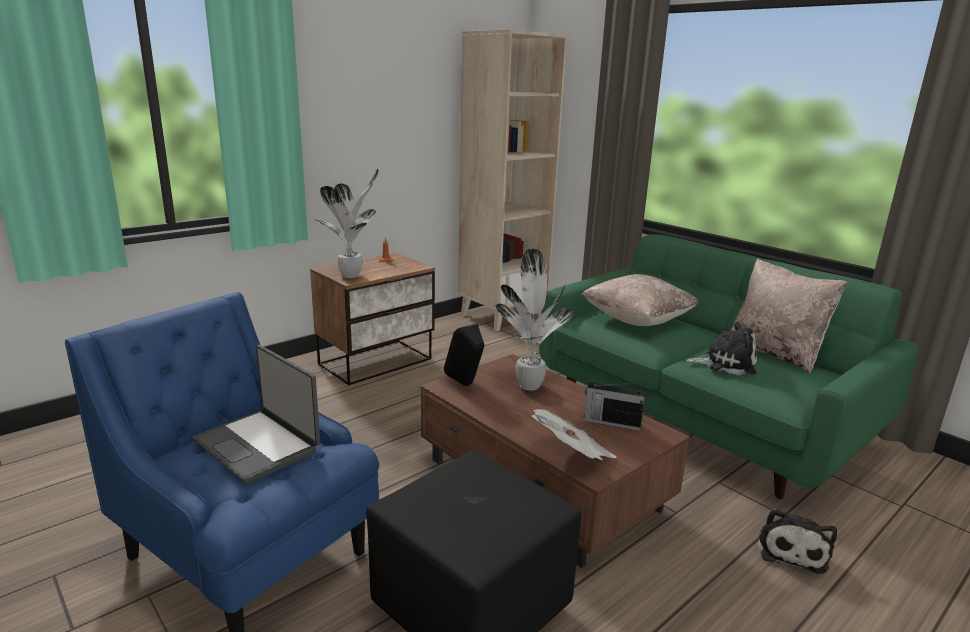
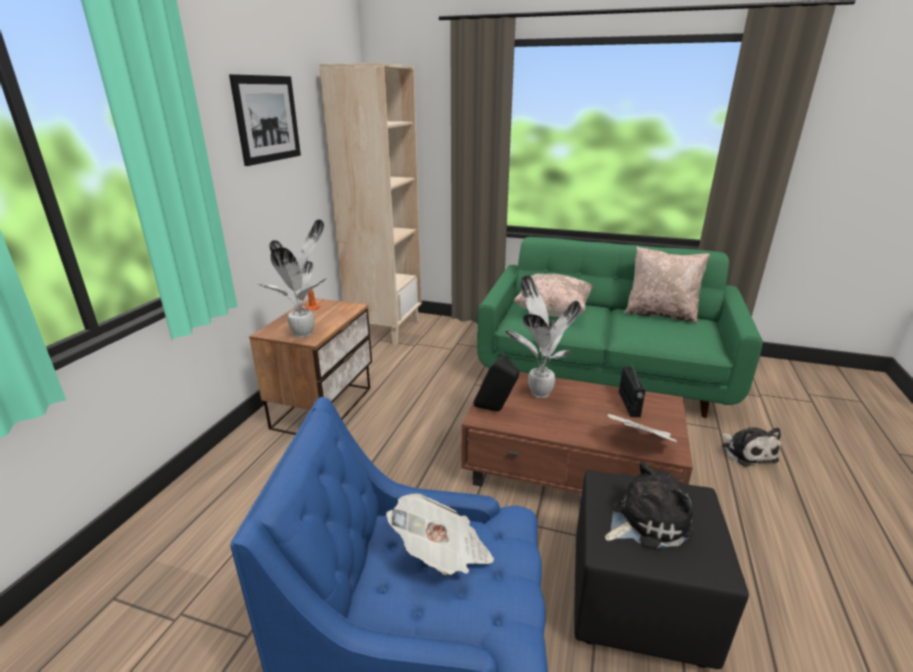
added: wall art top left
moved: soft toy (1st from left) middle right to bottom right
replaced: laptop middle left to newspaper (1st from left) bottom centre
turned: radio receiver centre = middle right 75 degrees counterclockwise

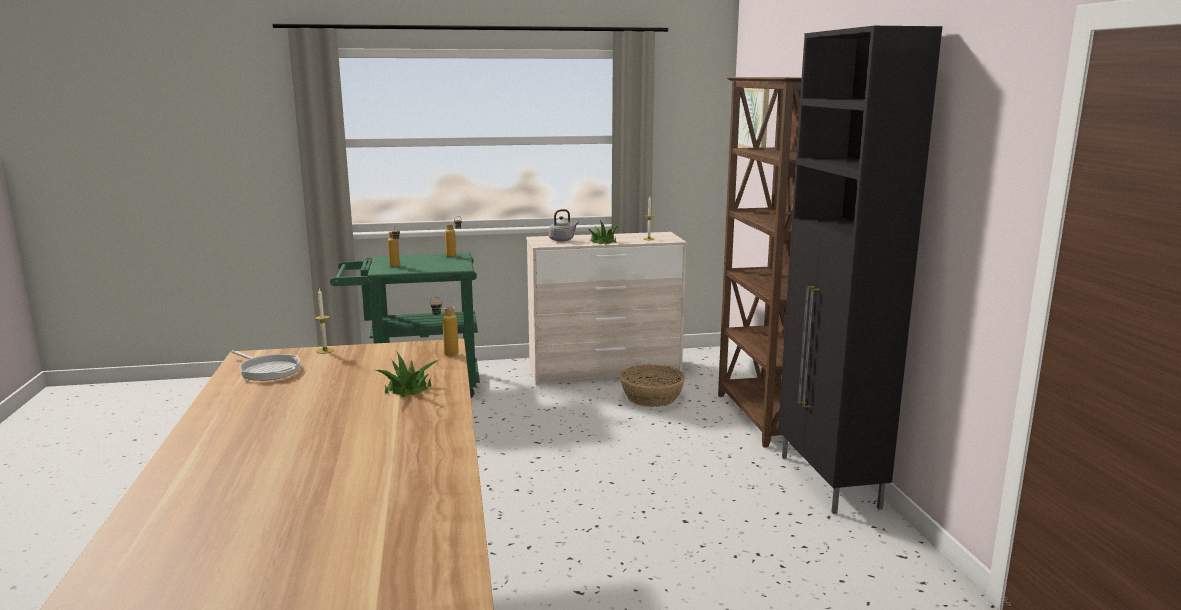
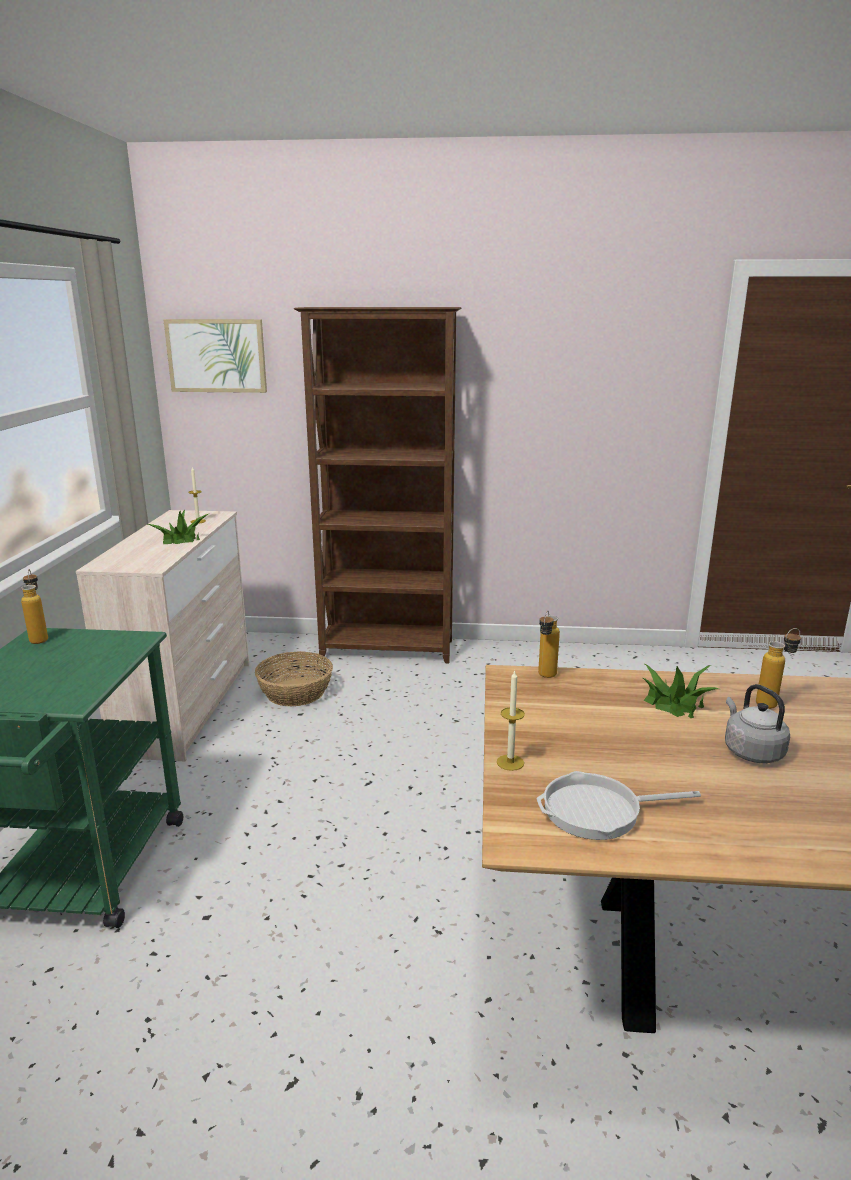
removed: blackish storage cabinet middle right
moved: bottle (1st from left in the first image) centre to bottle (3rd from left) middle right; greyish tea kettle centre to middle right
turned: skillet middle left = bottom right 150 degrees counterclockwise

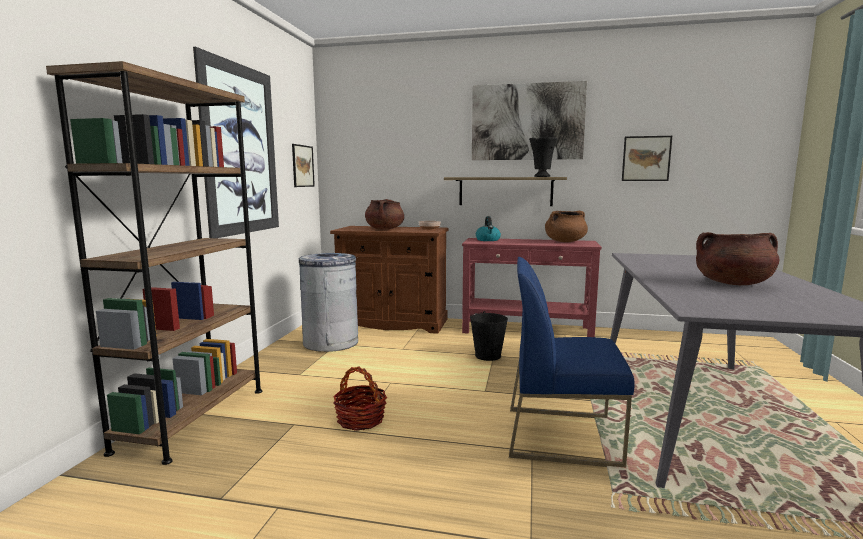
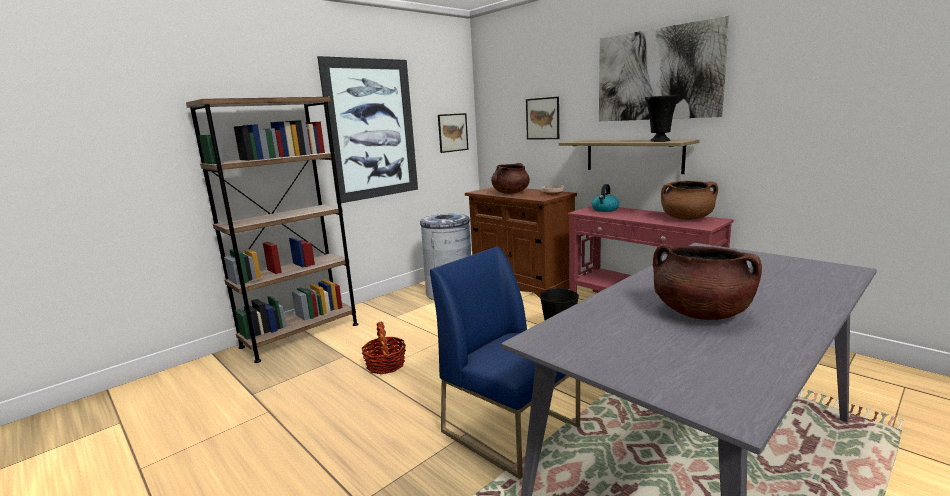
moved: wall art (4th from left in the first image) top right to wall art (3rd from left) top centre

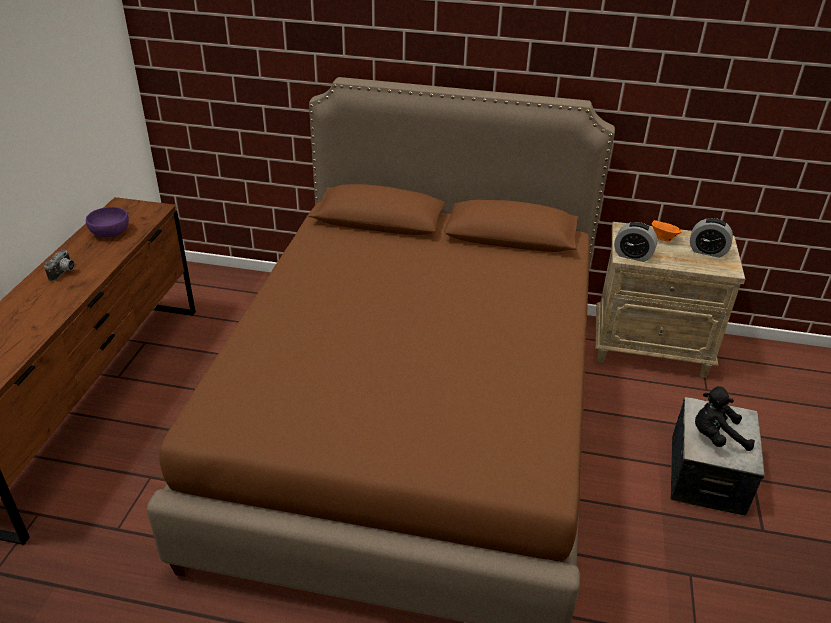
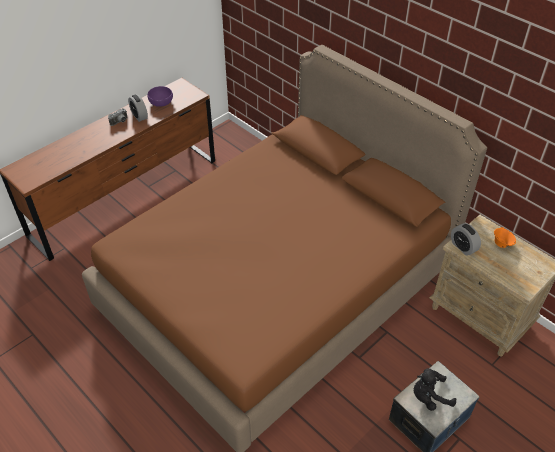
moved: alarm clock (2nd from left in the first image) middle right to alarm clock (1st from left) top left
turned: blackish soft toy bottom right = bottom right 45 degrees counterclockwise

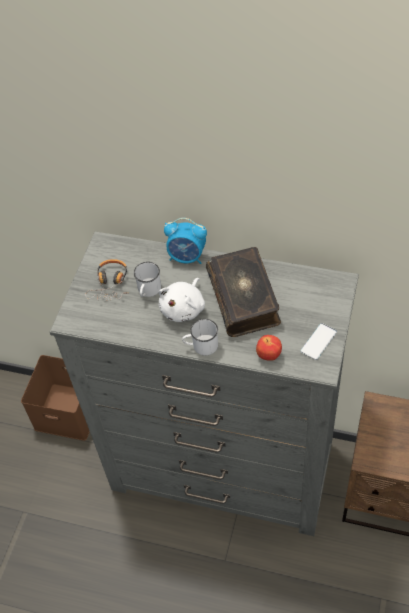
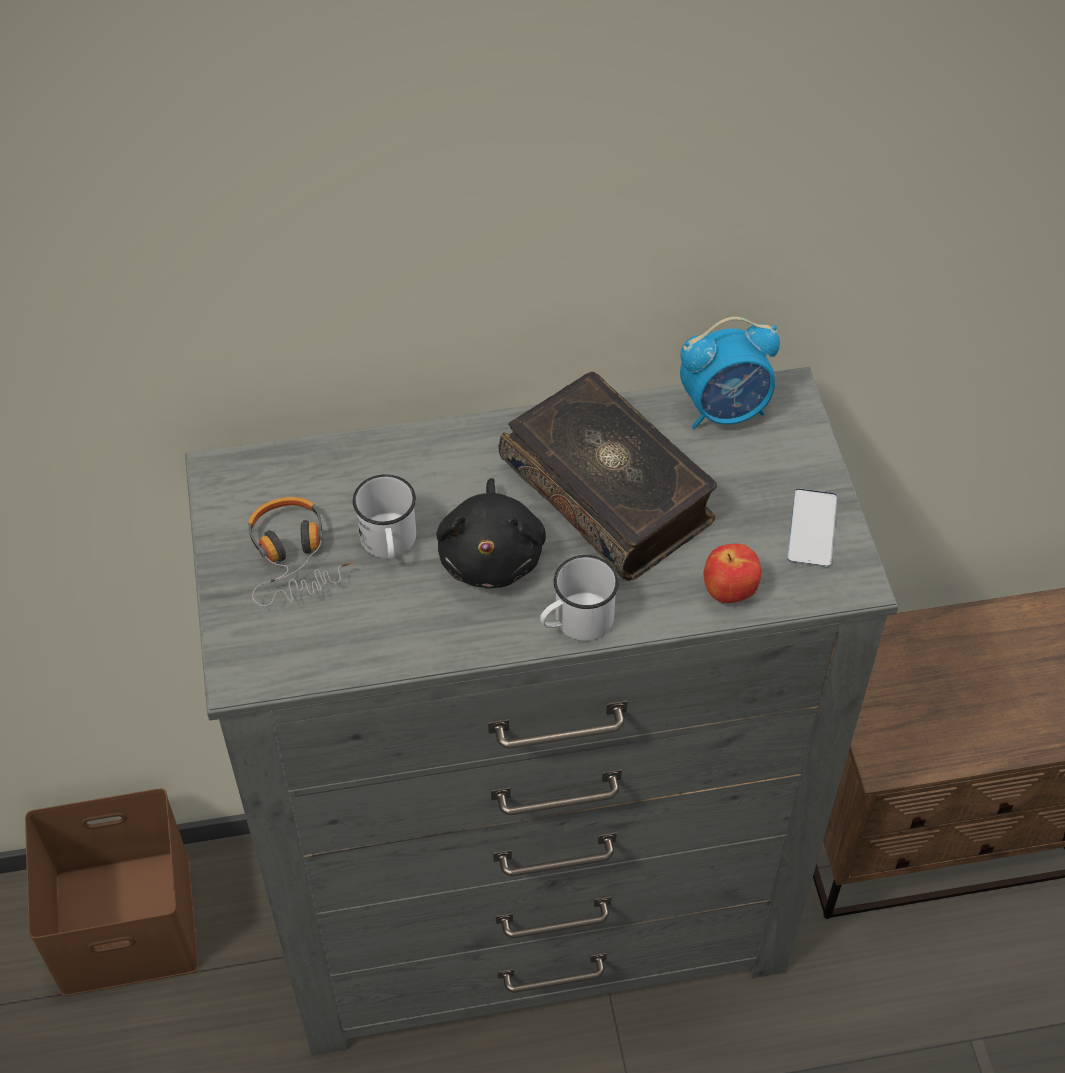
moved: alarm clock centre to middle right
recoloured: whitish soft toy centre to blackish soft toy centre

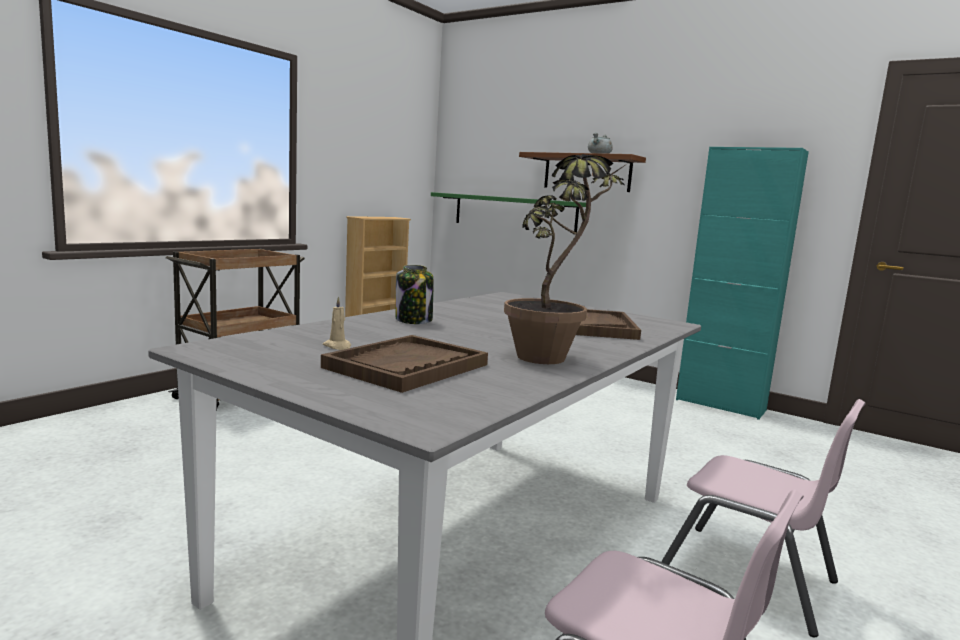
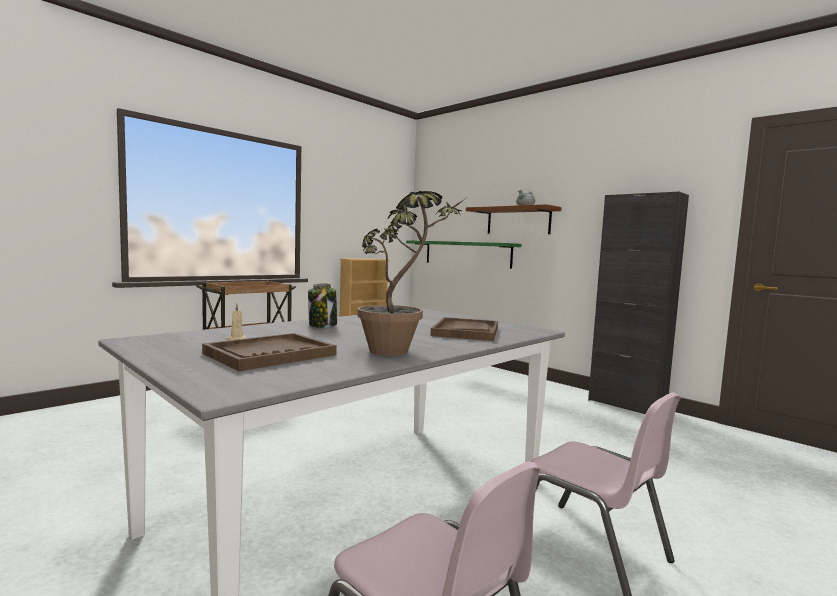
recoloured: turquoise-coloured storage cabinet middle right to blackish storage cabinet middle right

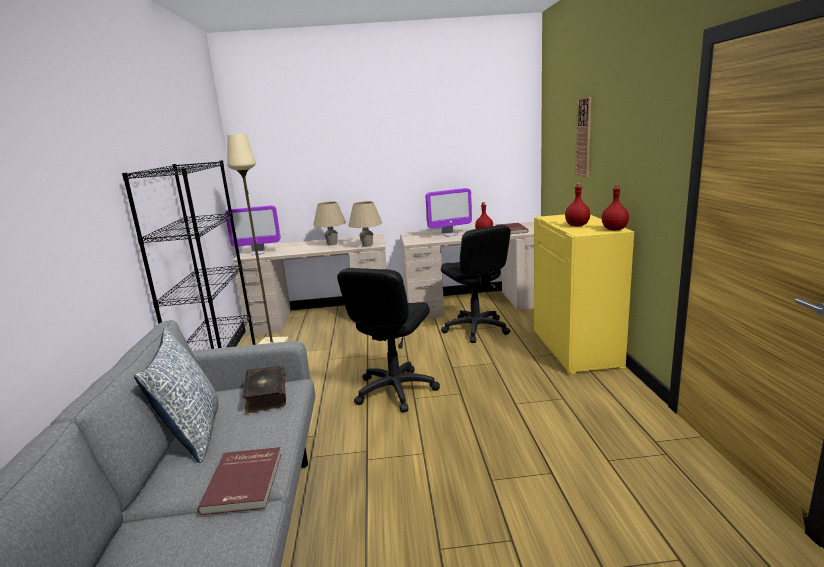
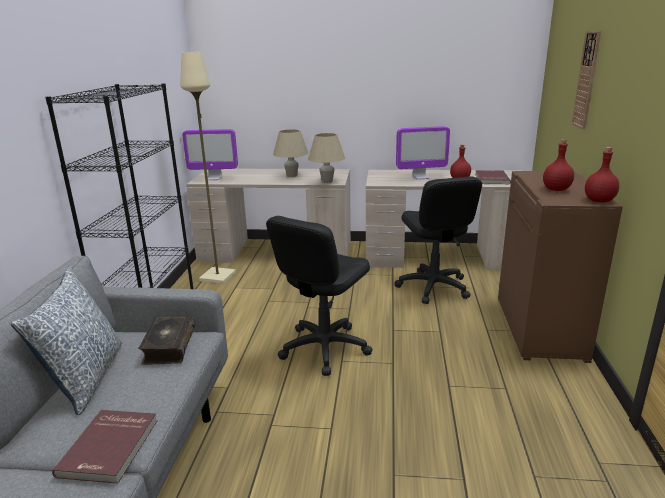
recoloured: yellow-coloured storage cabinet middle right to brown-coloured storage cabinet middle right

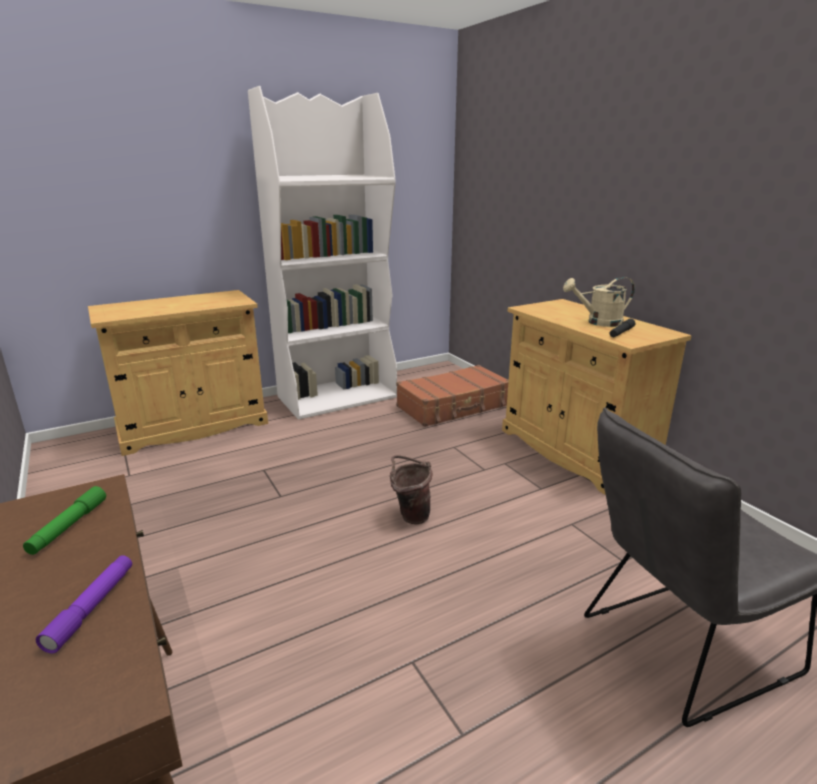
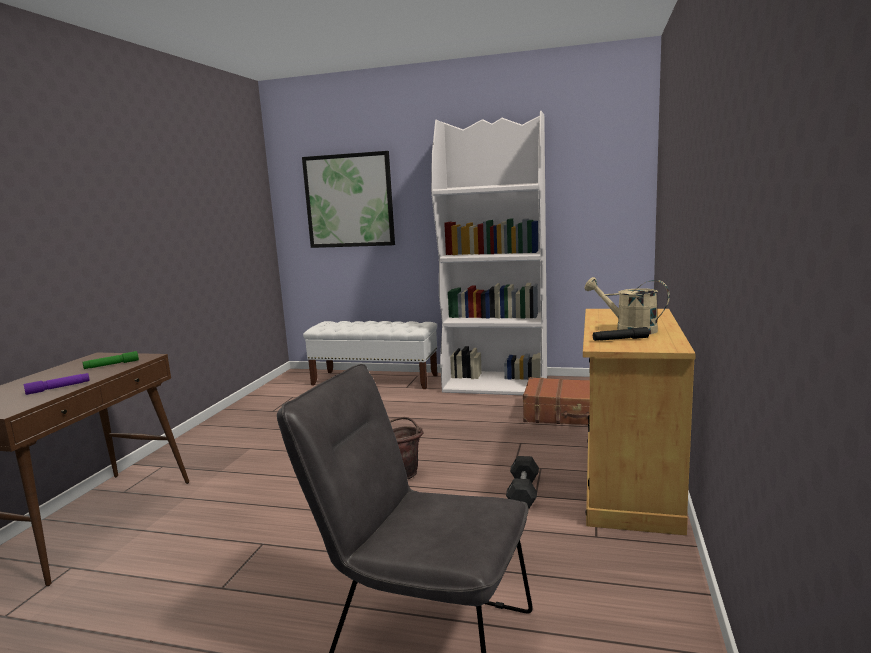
added: wall art top centre; blackish free weight bottom centre
replaced: beige storage cabinet (1st from left) middle left to whitish bench centre

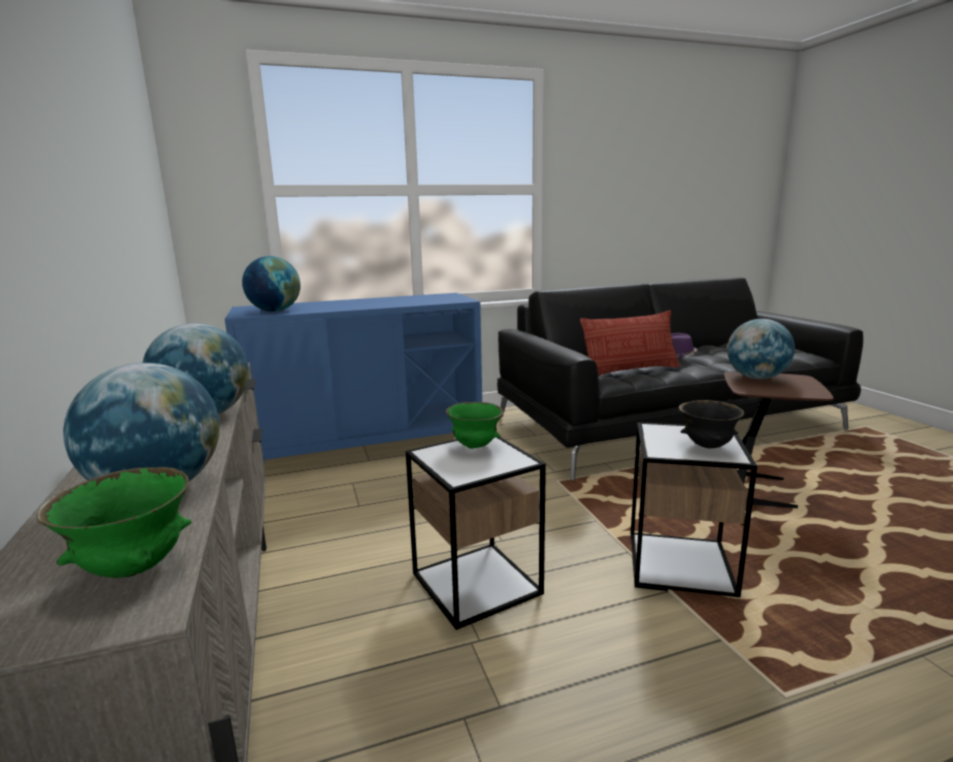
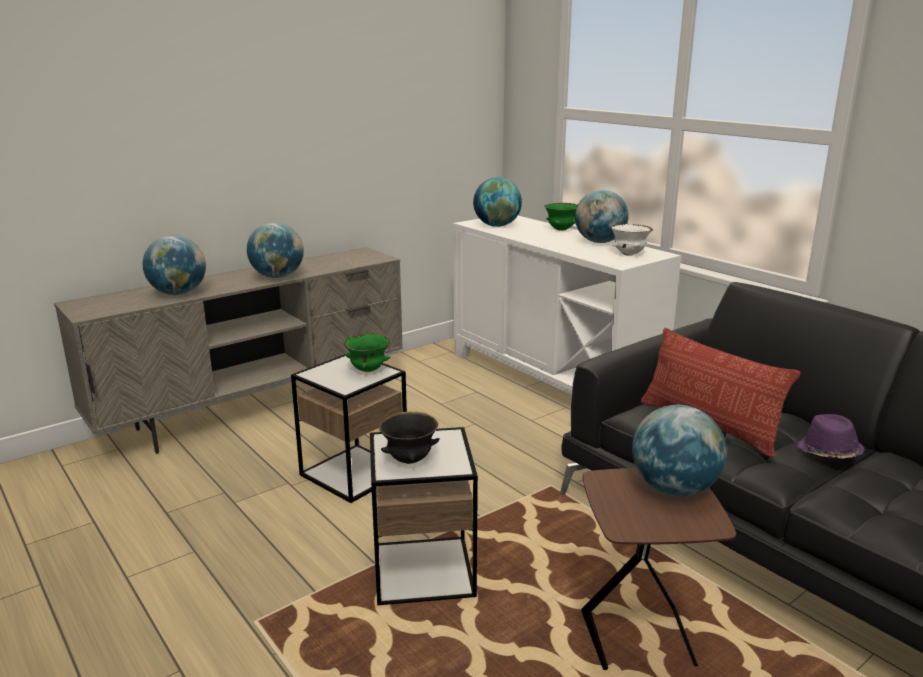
added: globe (4th from left) top centre; whitish bowl middle right
moved: green-coloured bowl (1st from left in the first image) bottom left to green-coloured bowl (2nd from left) top centre
recoloured: blue-coloured storage cabinet centre to whitish storage cabinet centre

